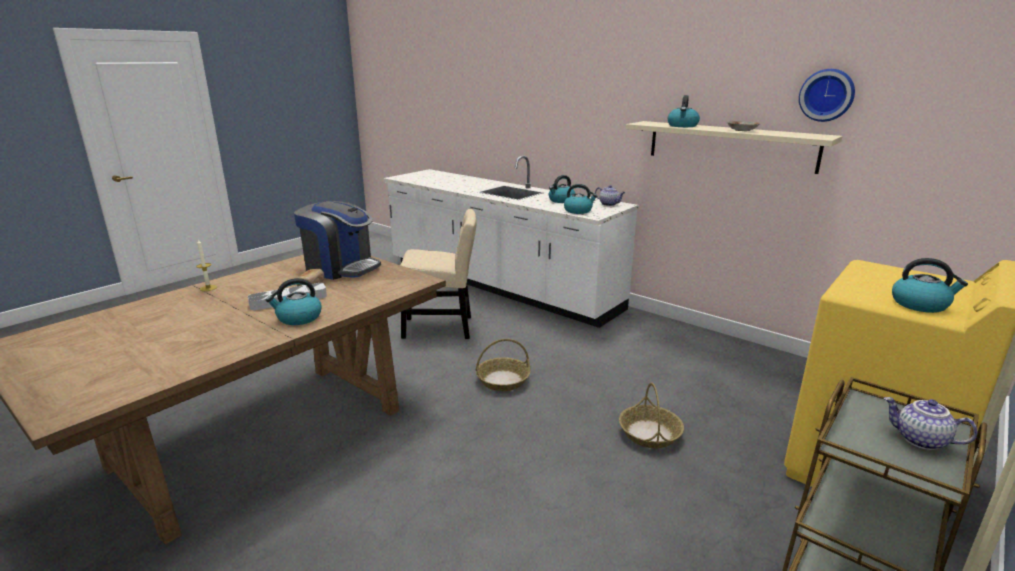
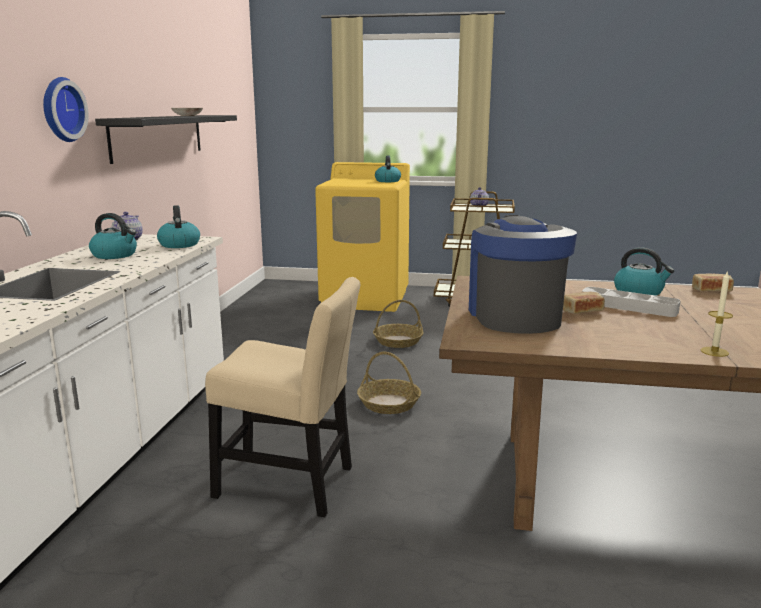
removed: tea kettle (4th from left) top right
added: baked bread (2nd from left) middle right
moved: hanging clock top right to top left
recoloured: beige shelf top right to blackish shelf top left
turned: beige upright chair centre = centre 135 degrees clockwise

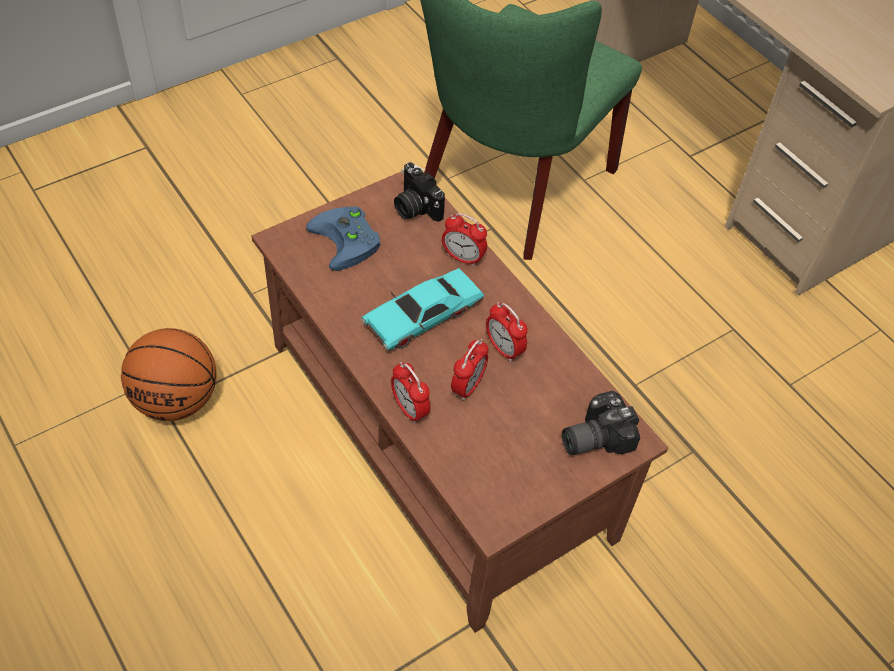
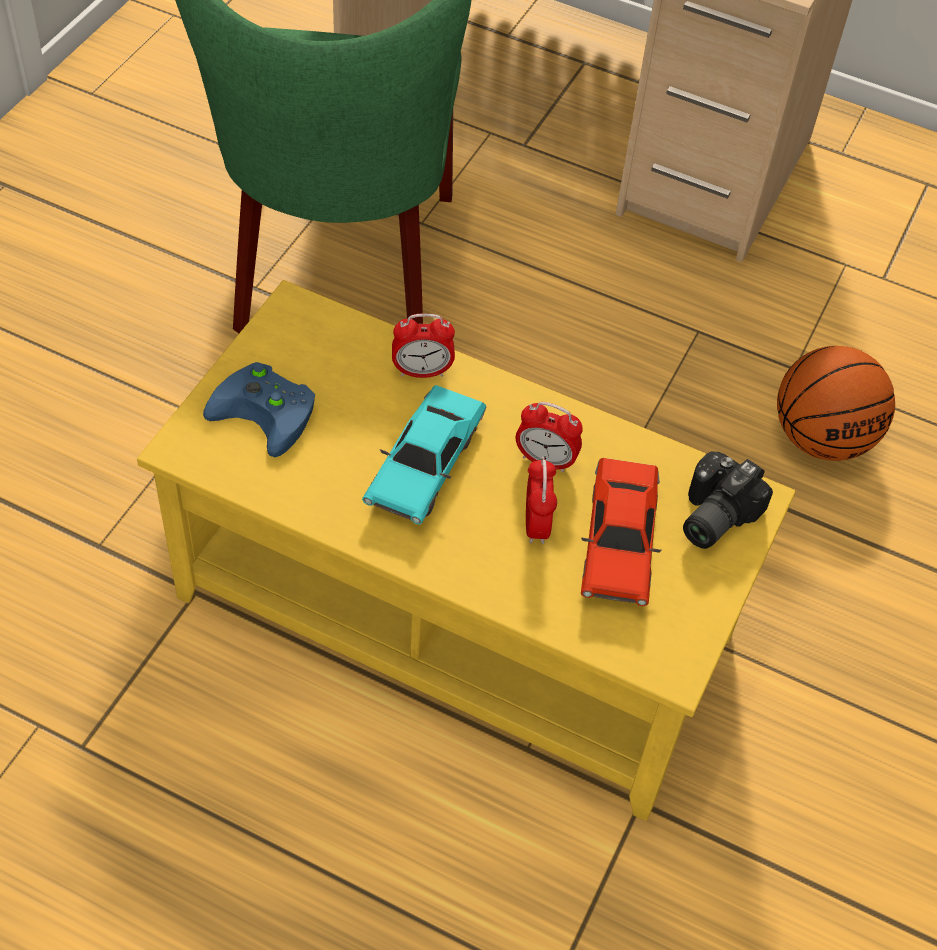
removed: alarm clock (1st from left) centre; still camera (1st from left) top centre
added: reddish miniature car centre
moved: basketball ball middle left to middle right
recoloured: brown-coloured low table centre to yellow-coloured low table centre

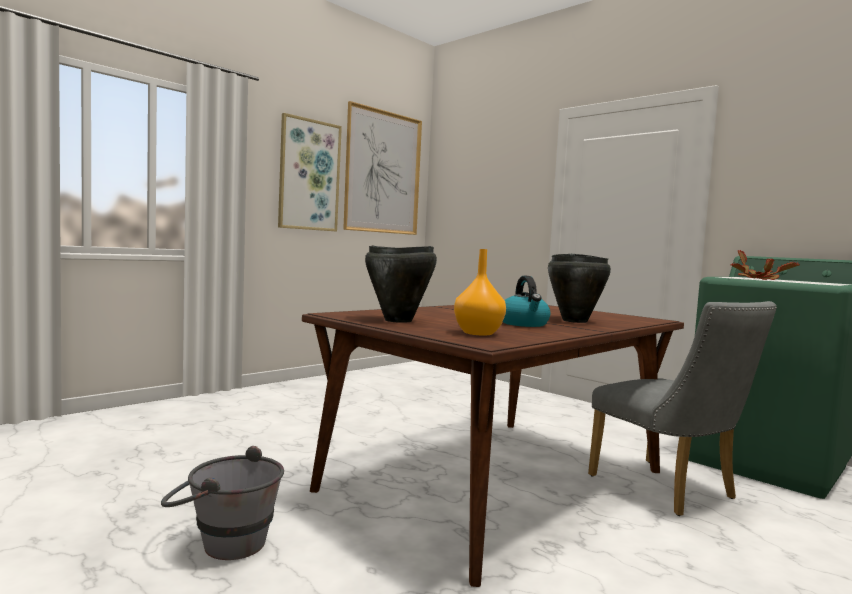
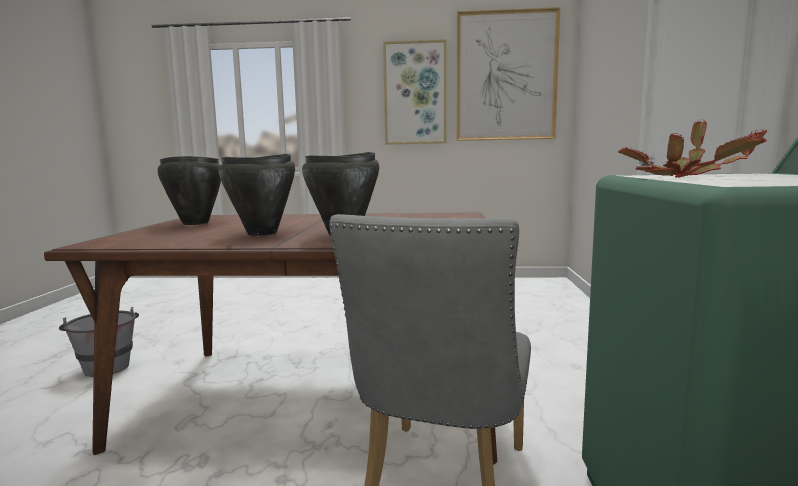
removed: orangey decorative vase centre
replaced: tea kettle centre to blackish stockpot (2nd from left) middle left

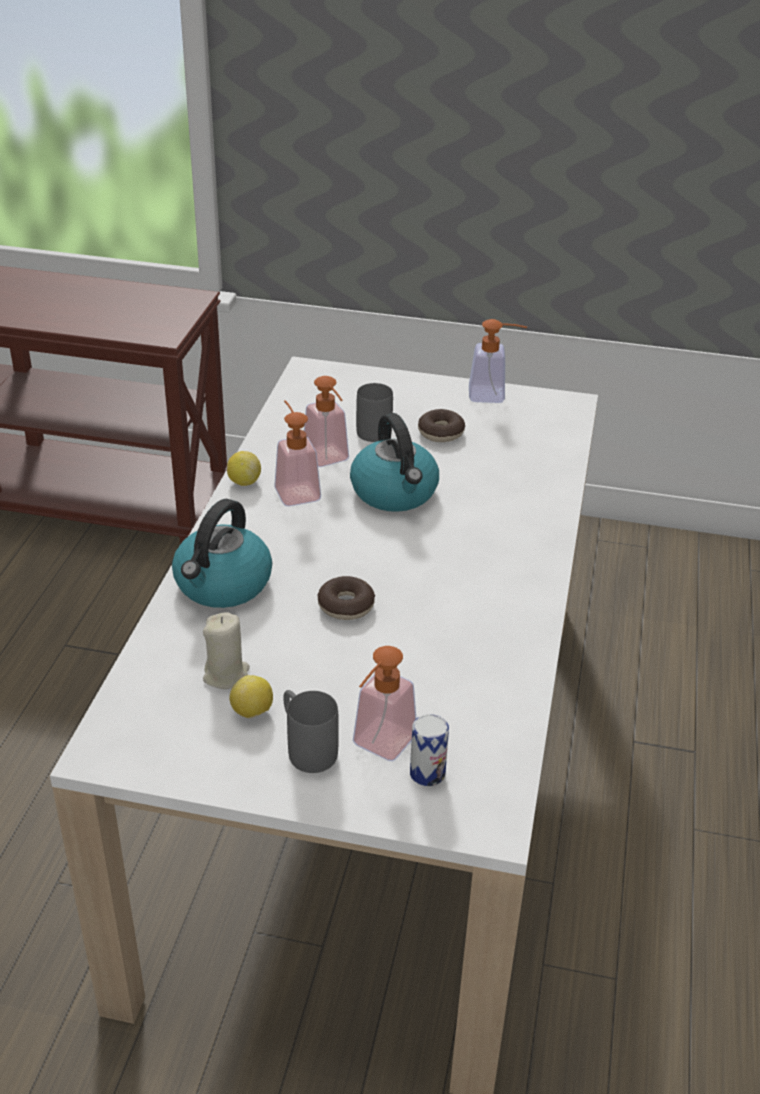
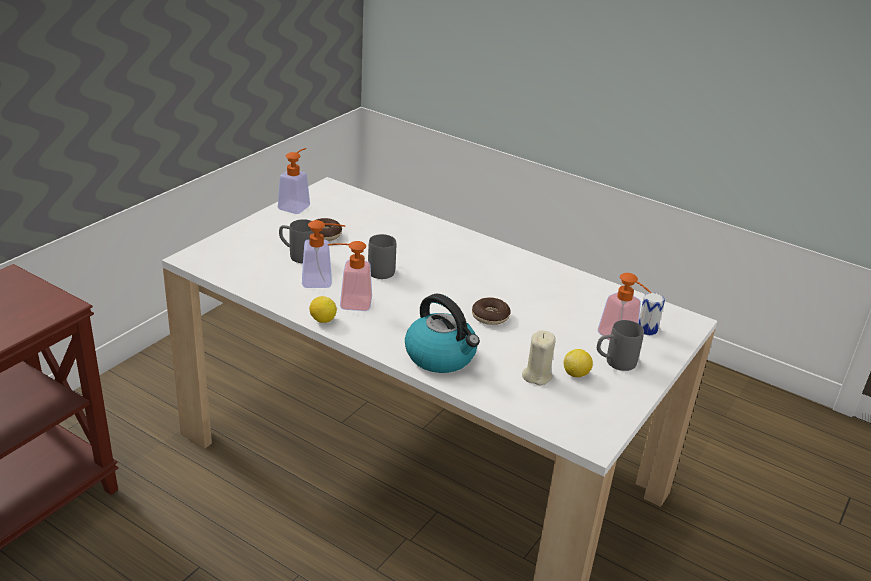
replaced: tea kettle (2nd from left) centre to greyish coffee mug (2nd from left) centre

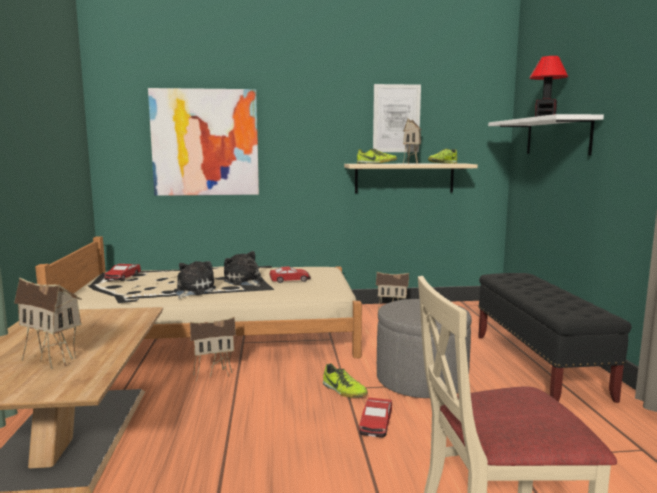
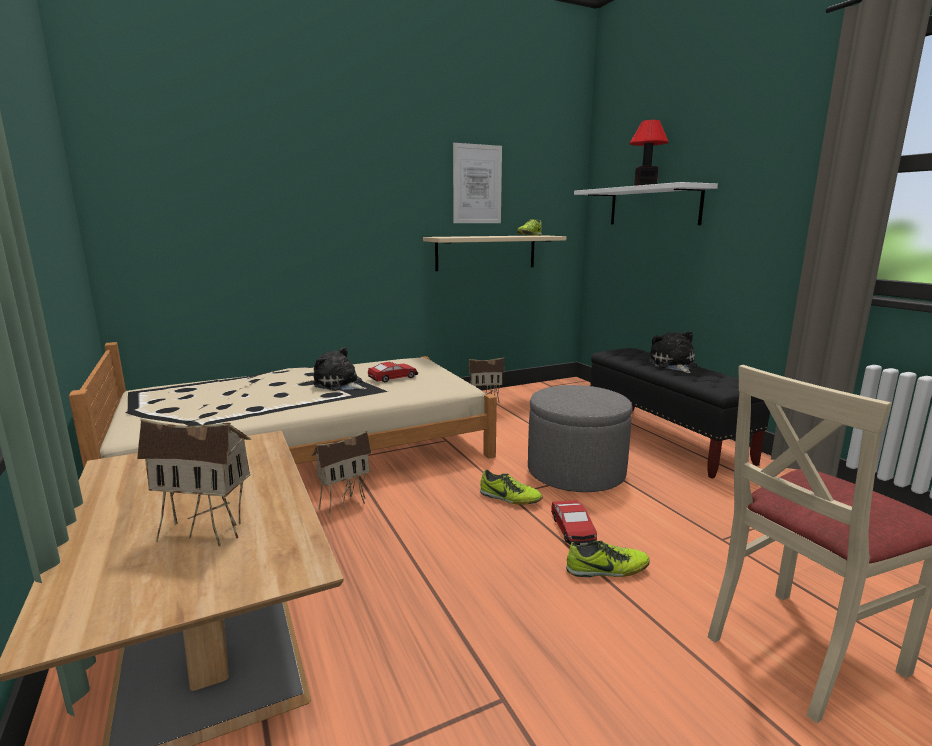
removed: miniature car (1st from left) middle left; wall art (1st from left) top left; toy house (4th from left) top centre
moved: soft toy (1st from left in the first image) middle left to soft toy (2nd from left) middle right; low shoe (2nd from left in the first image) top centre to low shoe (3rd from left) bottom centre

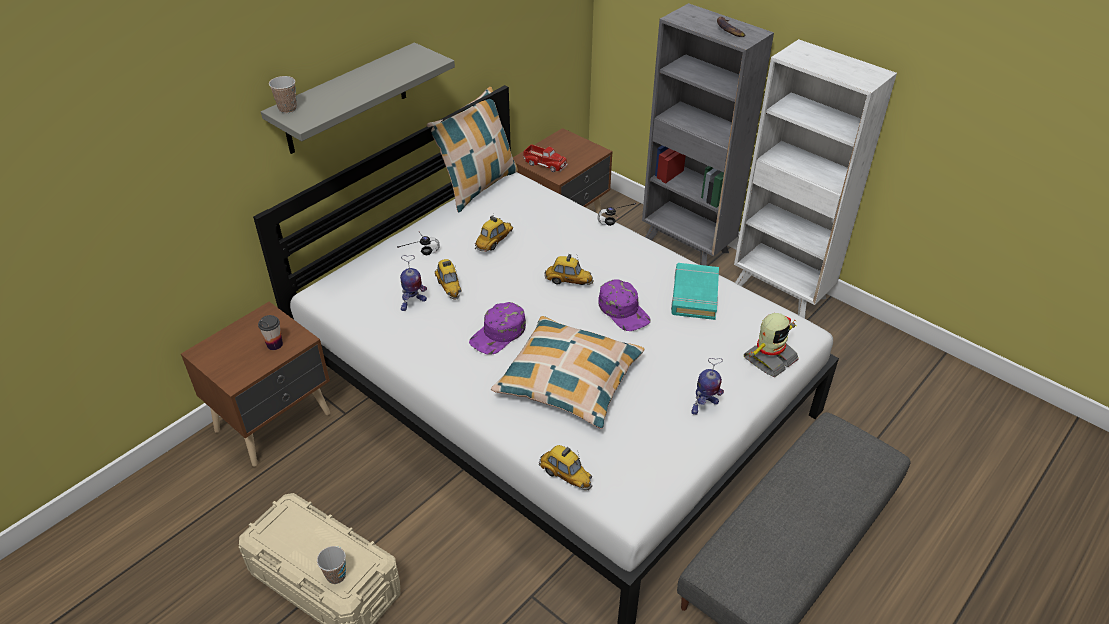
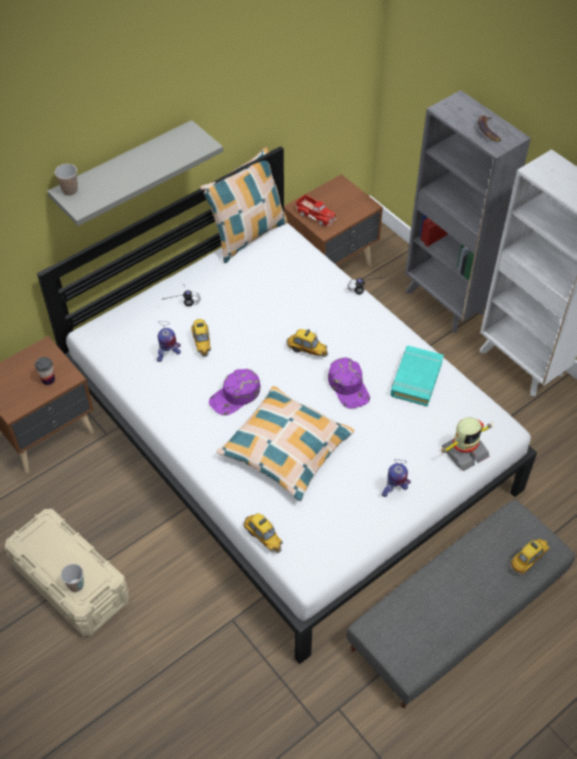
moved: miniature car (2nd from left in the first image) centre to miniature car (4th from left) bottom right

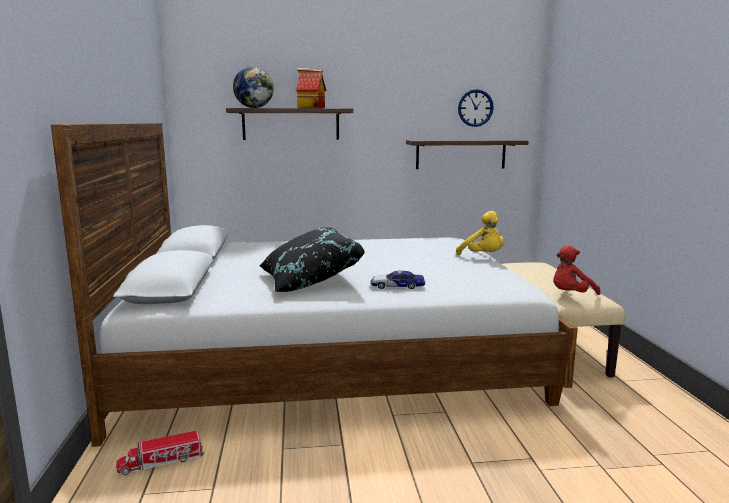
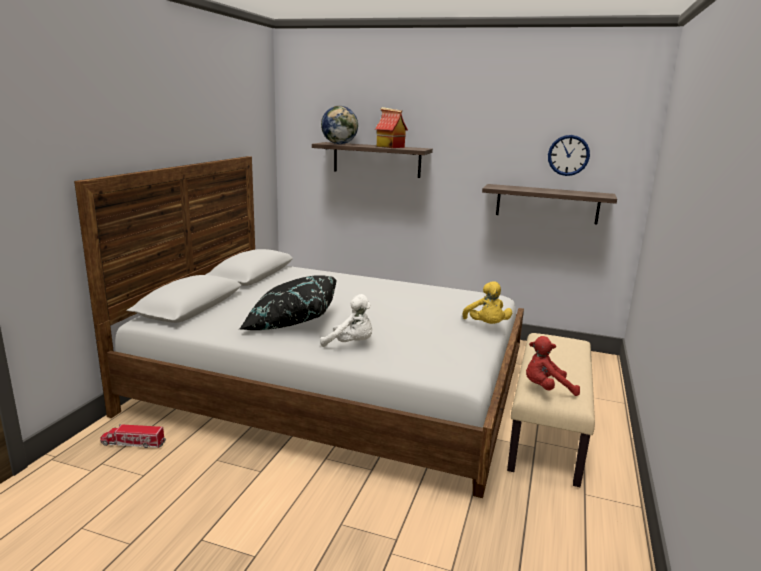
replaced: miniature car centre to whitish soft toy centre

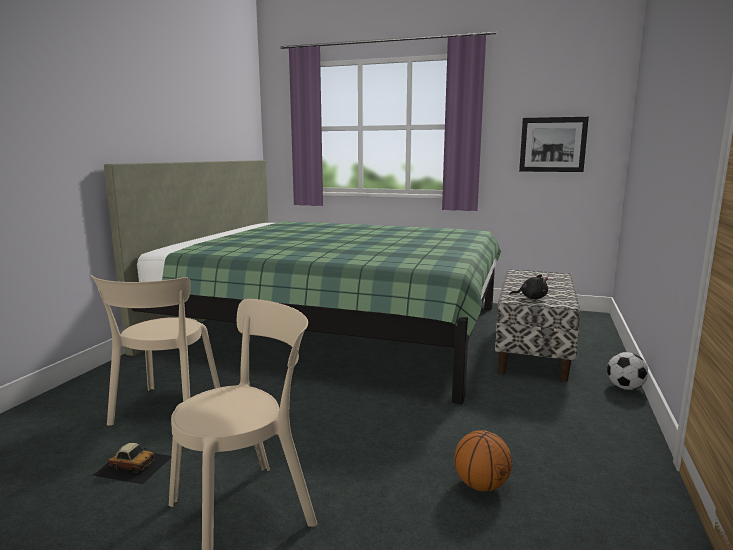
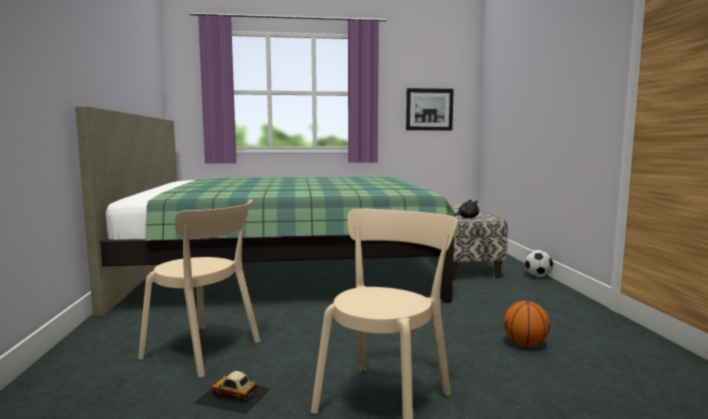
turned: beige upright chair (1st from left) middle left = bottom left 45 degrees counterclockwise; miniature car bottom left = bottom left 150 degrees counterclockwise

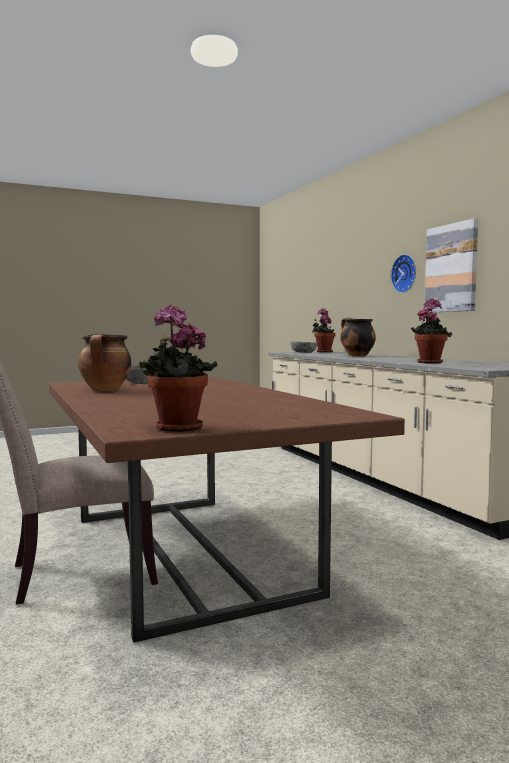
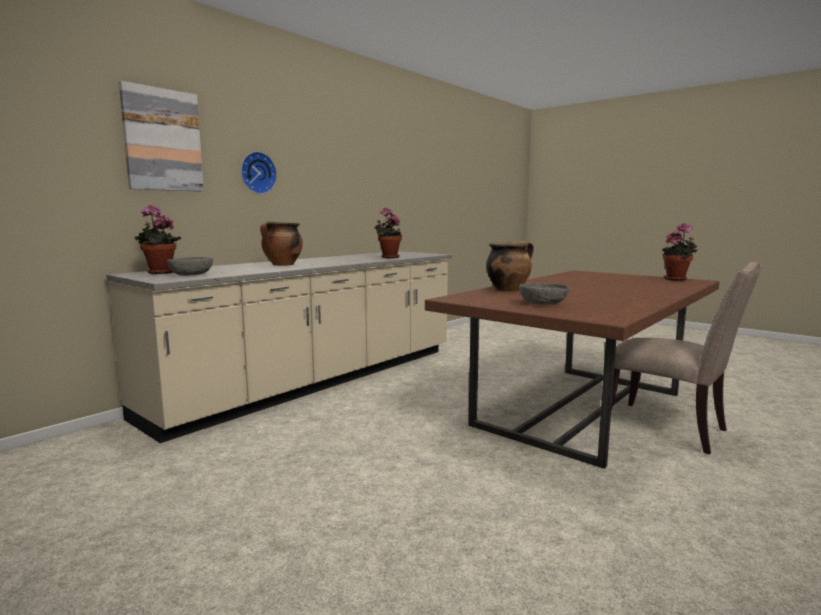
moved: stockpot (1st from left in the first image) middle left to stockpot (2nd from left) centre; wall art middle right to top left

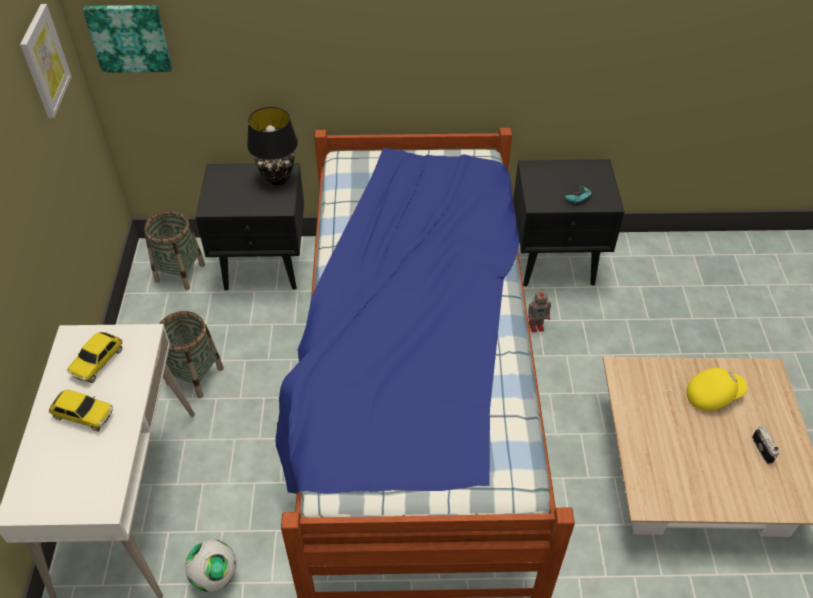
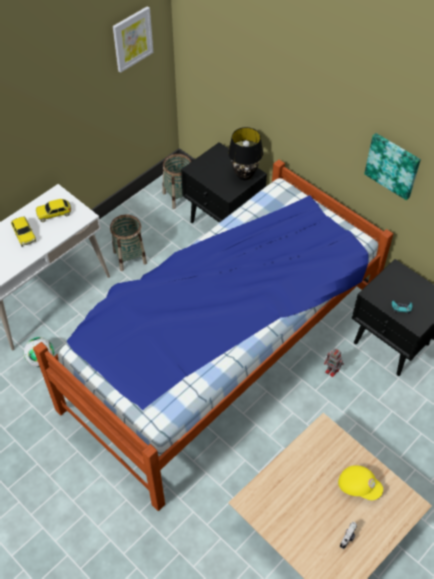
moved: wall art (2nd from left) top left to top right

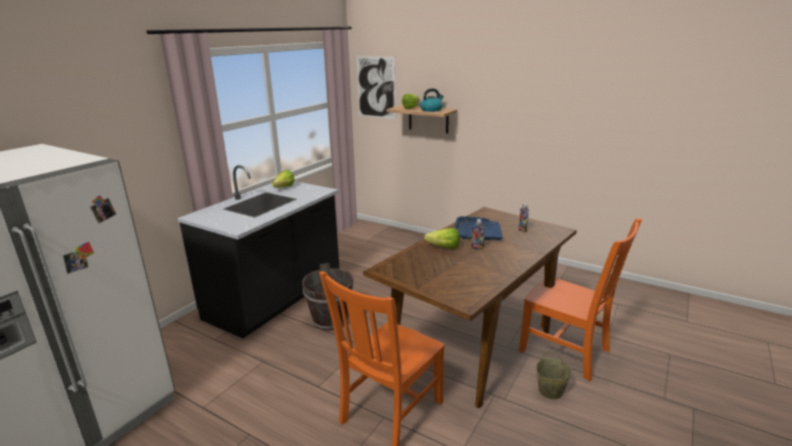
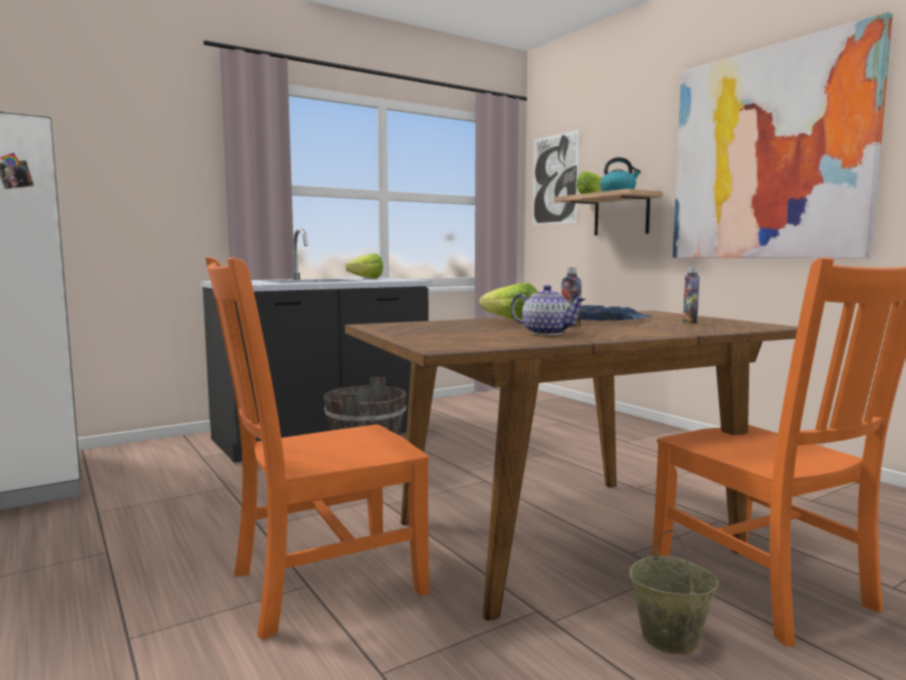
added: tea pot centre; wall art (2nd from left) top right

